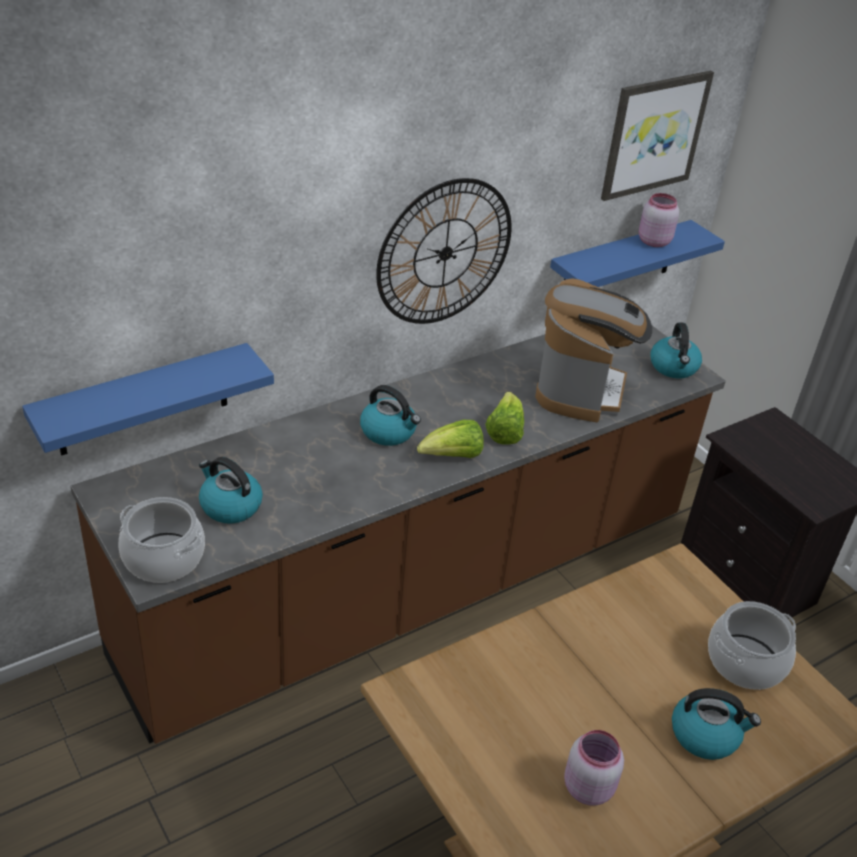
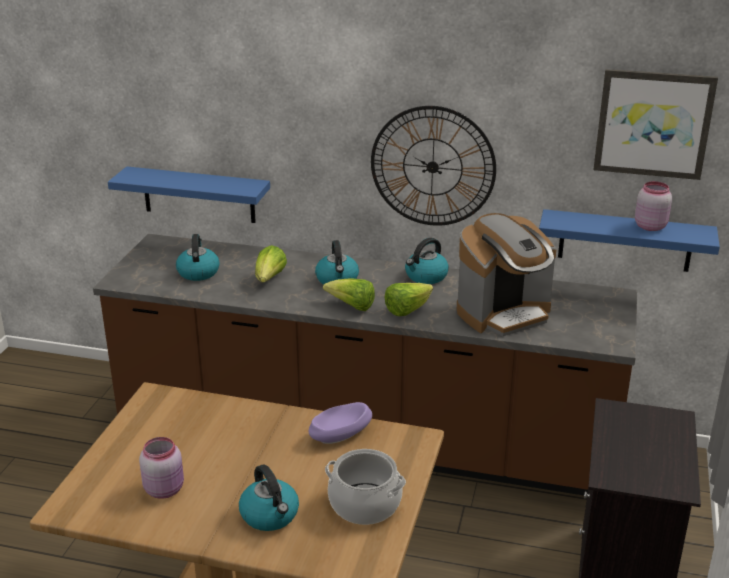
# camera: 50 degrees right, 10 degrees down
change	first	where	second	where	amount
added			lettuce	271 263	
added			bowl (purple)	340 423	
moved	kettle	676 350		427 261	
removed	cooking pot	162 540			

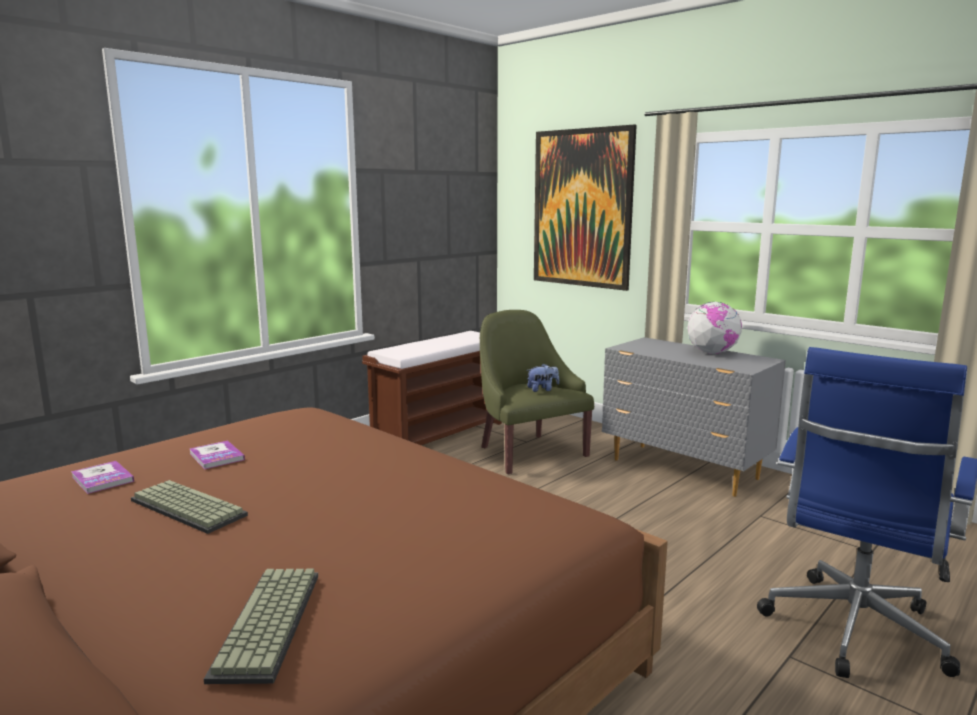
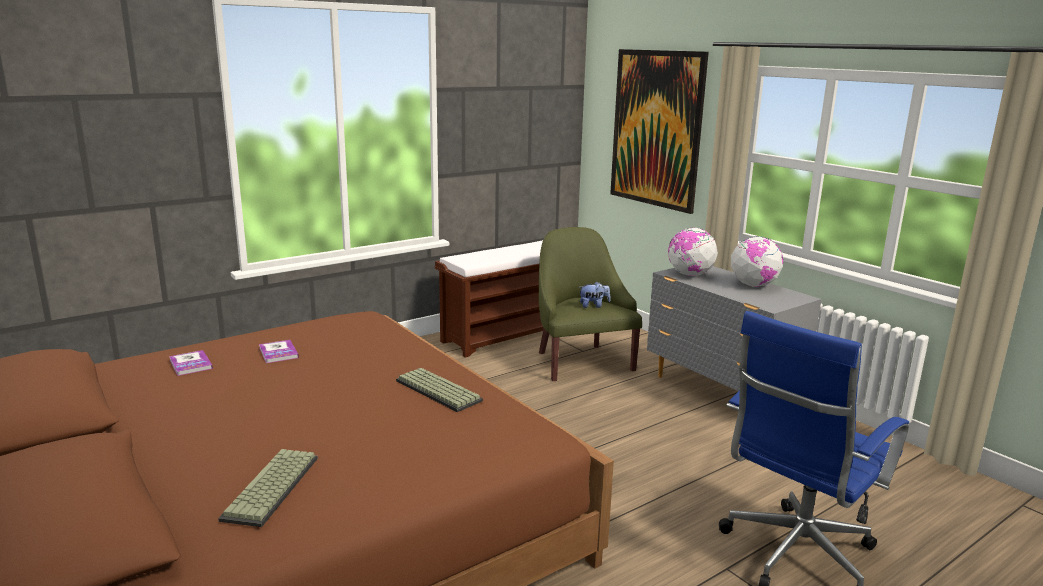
# camera: 10 degrees right, 5 degrees up
change	first	where	second	where	amount
moved	keyboard	189 507		439 390	
added			globe	693 252	

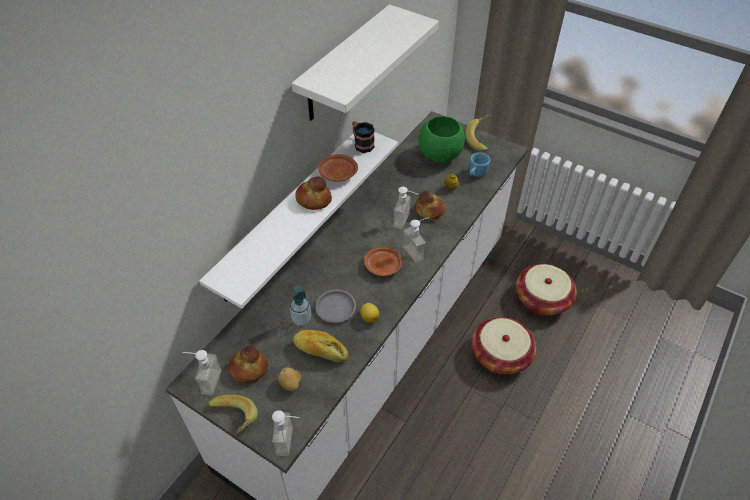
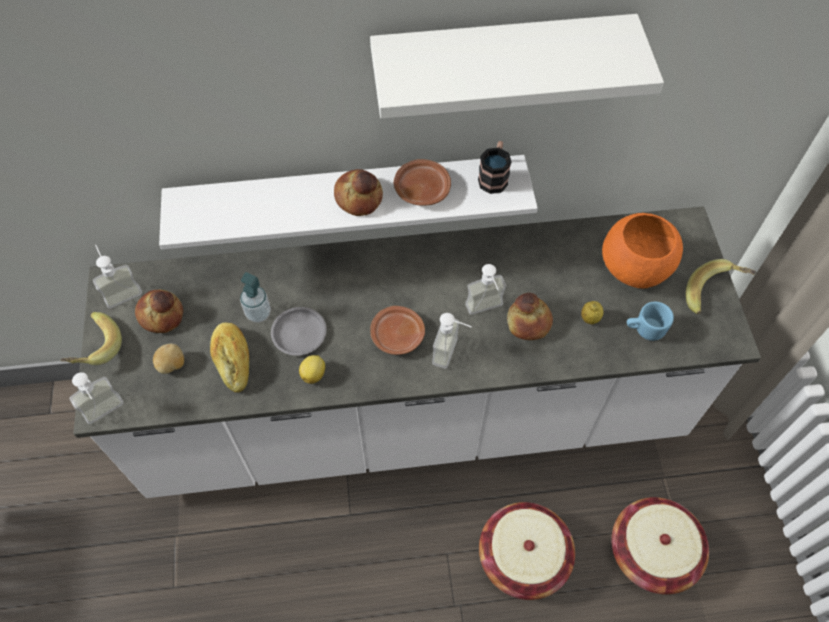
# camera: 50 degrees right, 10 degrees up
change	first	where	second	where	amount
recoloured	bowl (green)	441 139	bowl (orange)	642 250	

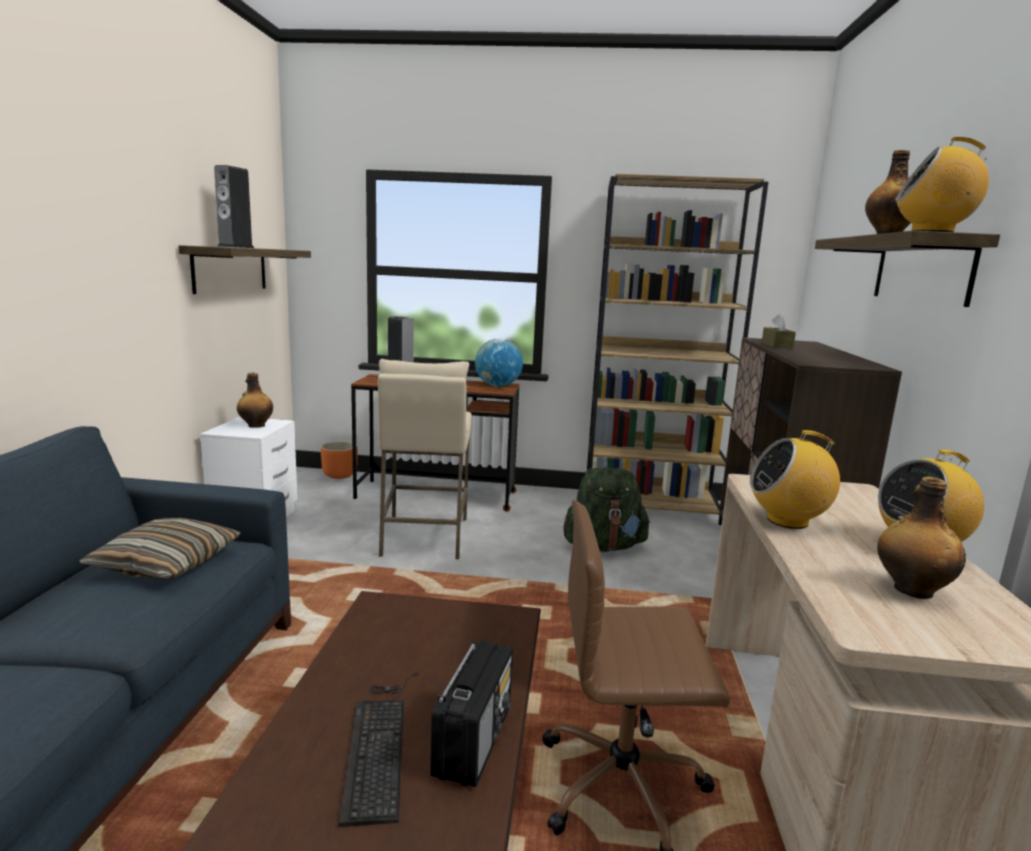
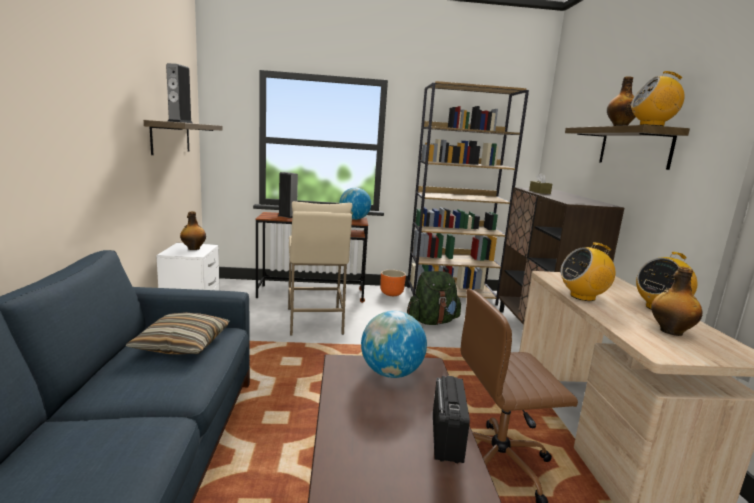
# camera: 10 degrees left, 0 degrees up
change	first	where	second	where	amount
added			globe	394 344	
moved	planter (orange)	339 460		393 283	
removed	keyboard	379 749			

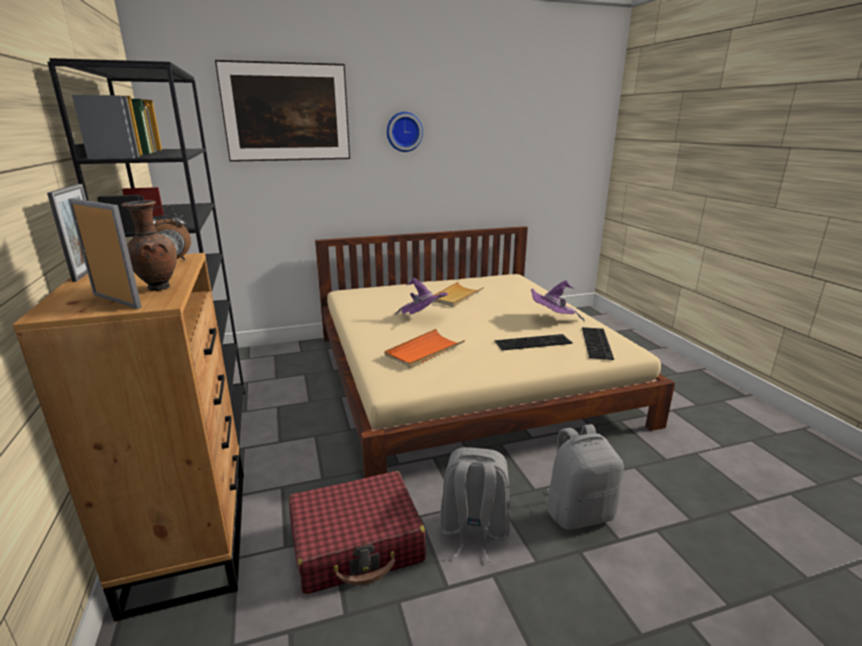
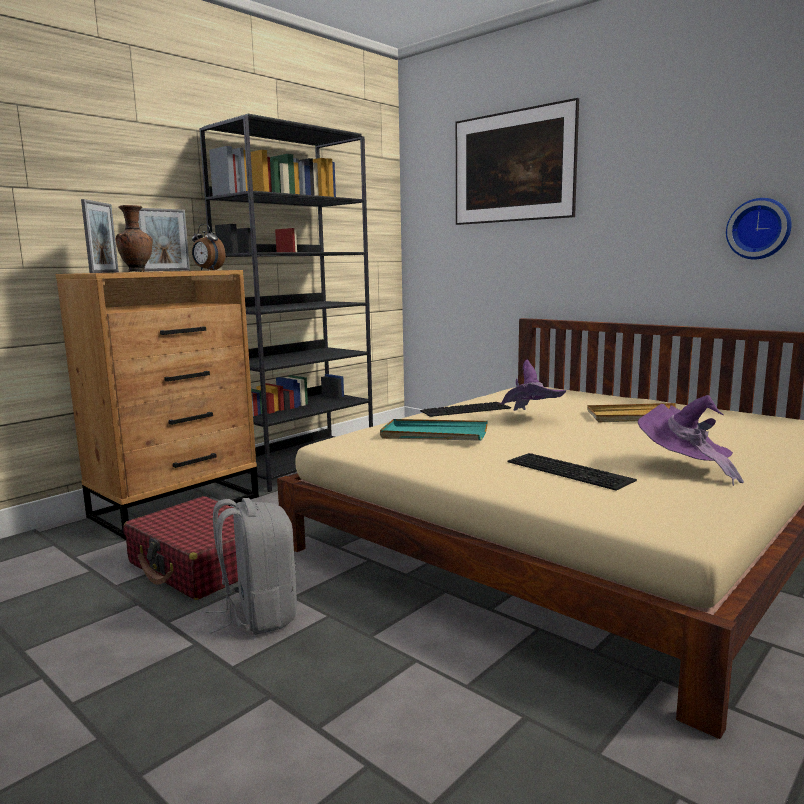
# camera: 60 degrees right, 10 degrees down
change	first	where	second	where	amount
recoloured	tray (orange)	424 348	tray (turquoise)	434 430	
moved	keyboard	598 343		465 409	
moved	wall clock	405 132		759 228	
removed	backpack (grey)	584 477			

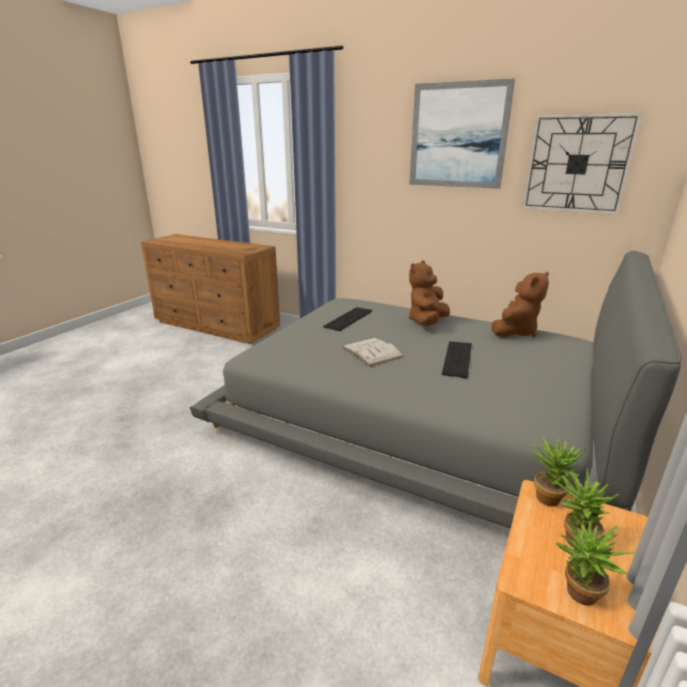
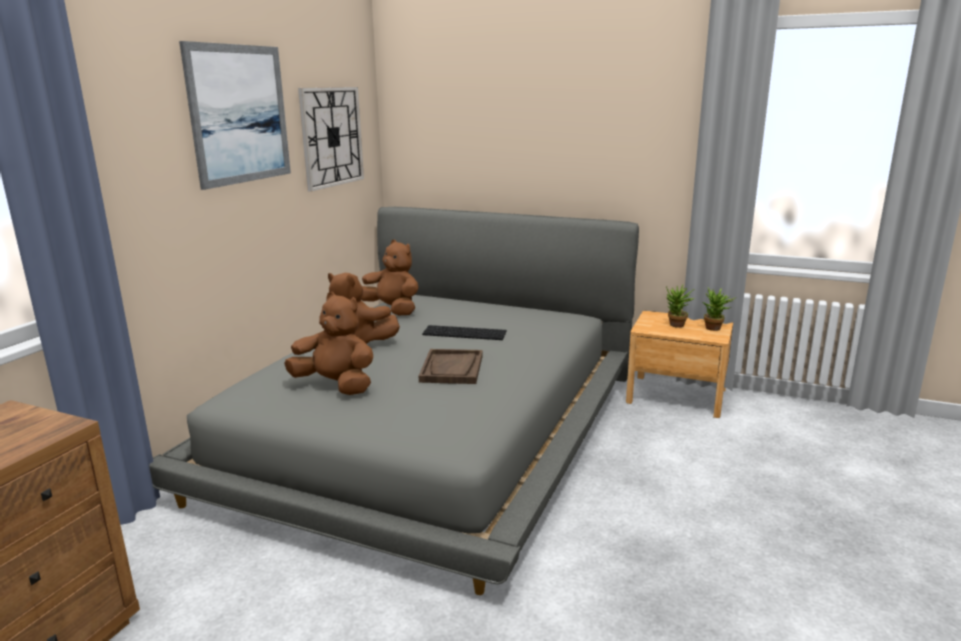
# camera: 95 degrees left, 5 degrees down
change	first	where	second	where	amount
replaced	keyboard	347 319	plush toy (brown)	328 343	
replaced	book (white)	373 352	tray (brown)	451 366	
removed	potted plant	558 471			

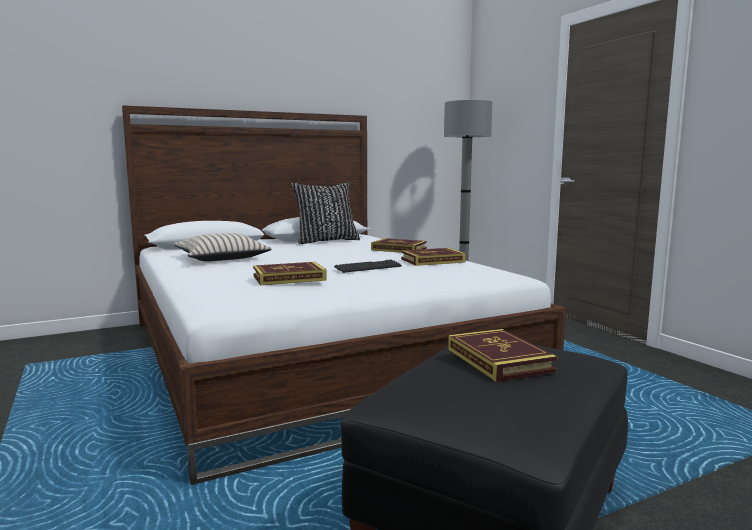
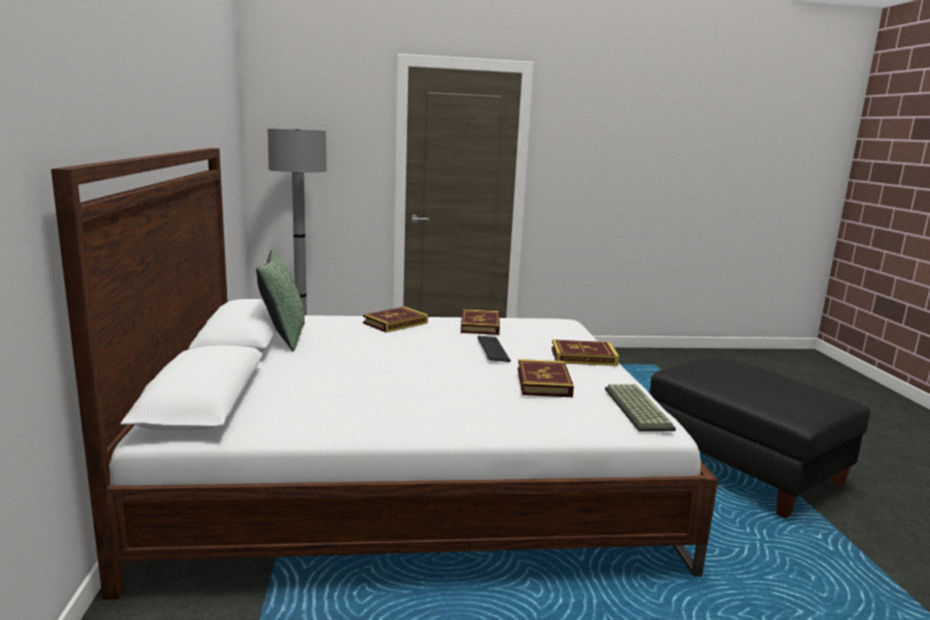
# camera: 70 degrees left, 5 degrees up
change	first	where	second	where	amount
recoloured	pillow (black)	325 212	pillow (green)	280 300	
moved	book	503 355		585 353	
added			keyboard	640 408	
removed	pillow (beige)	222 247			

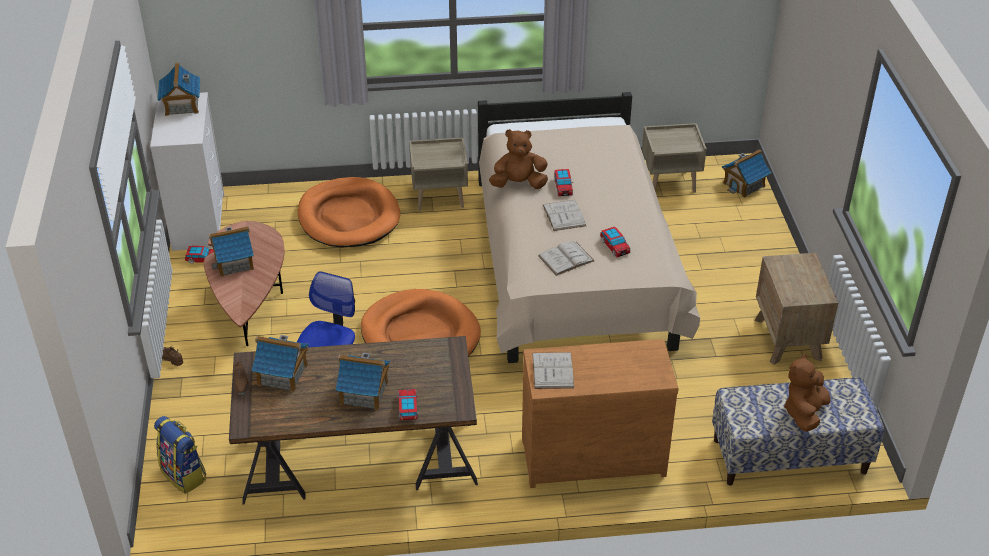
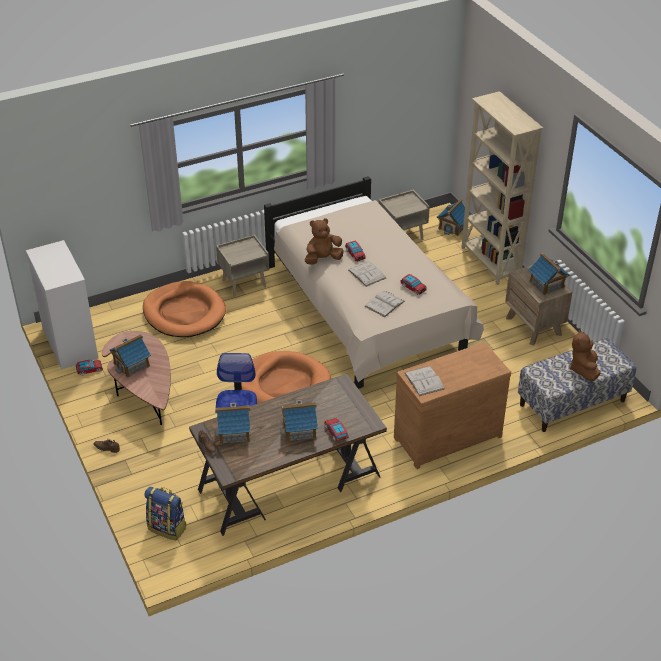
# camera: 20 degrees left, 0 degrees up
change	first	where	second	where	amount
added			bookcase (beige)	502 188	
moved	toy house	178 89		549 274	

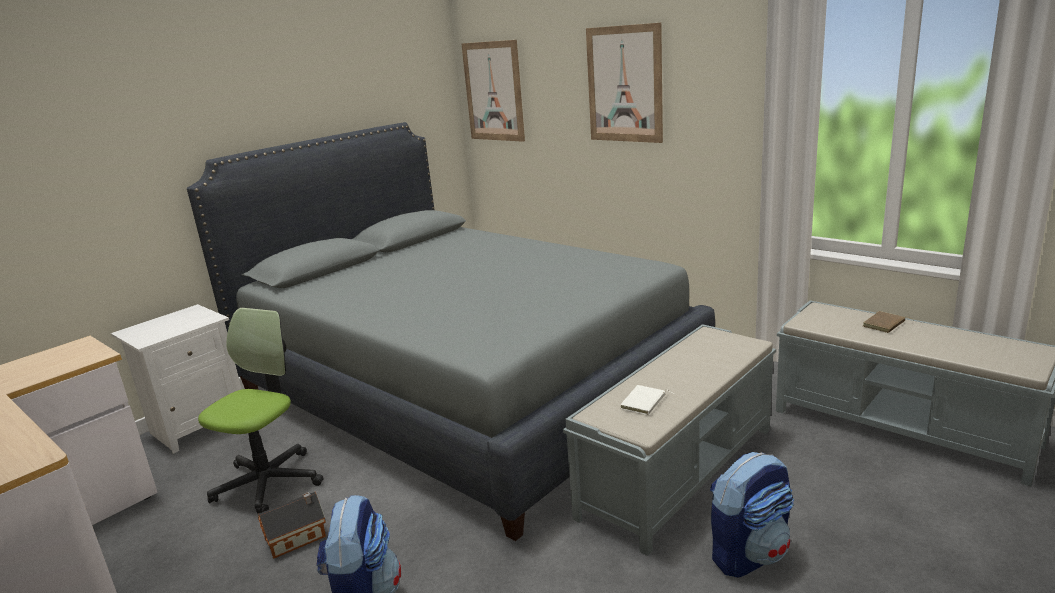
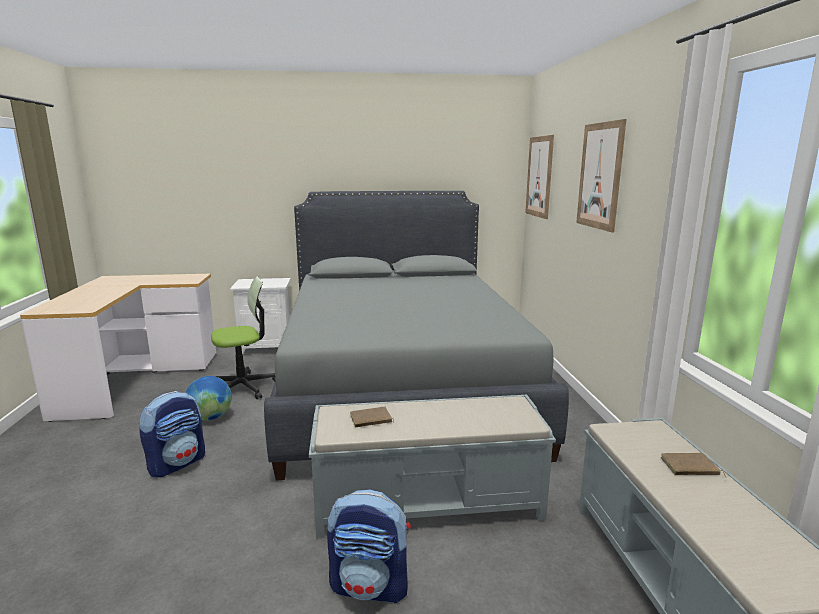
# camera: 40 degrees right, 5 degrees down
change	first	where	second	where	amount
replaced	toy house	292 525	globe	209 398	
recoloured	book (white)	647 400	book (brown)	372 417	

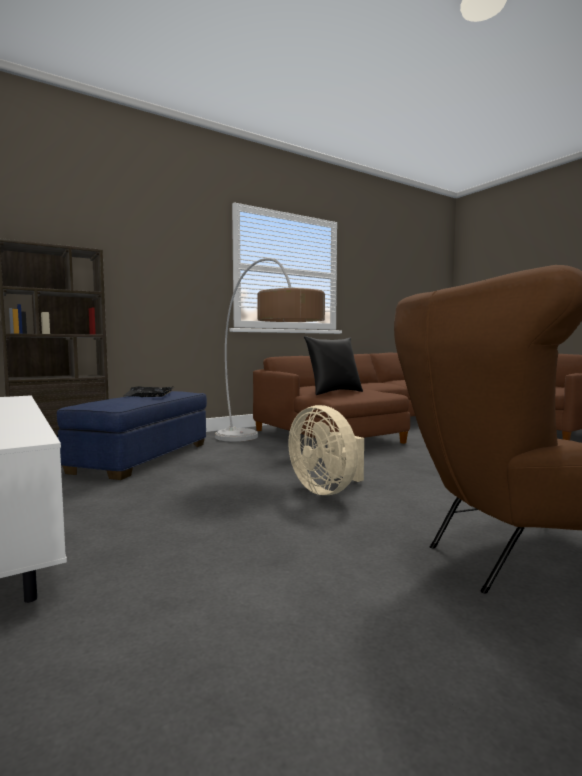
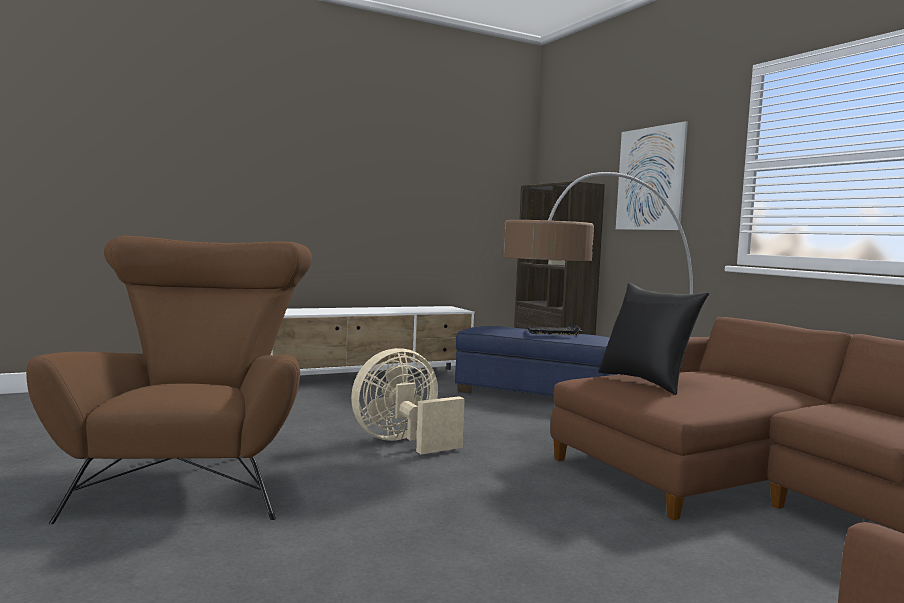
# camera: 95 degrees right, 0 degrees up
change	first	where	second	where	amount
added			picture	652 175	

